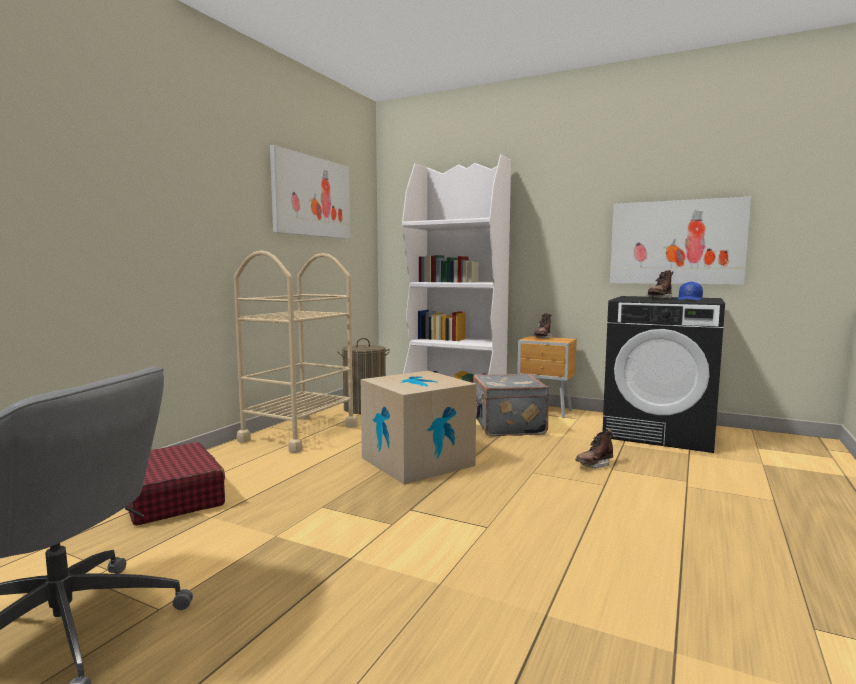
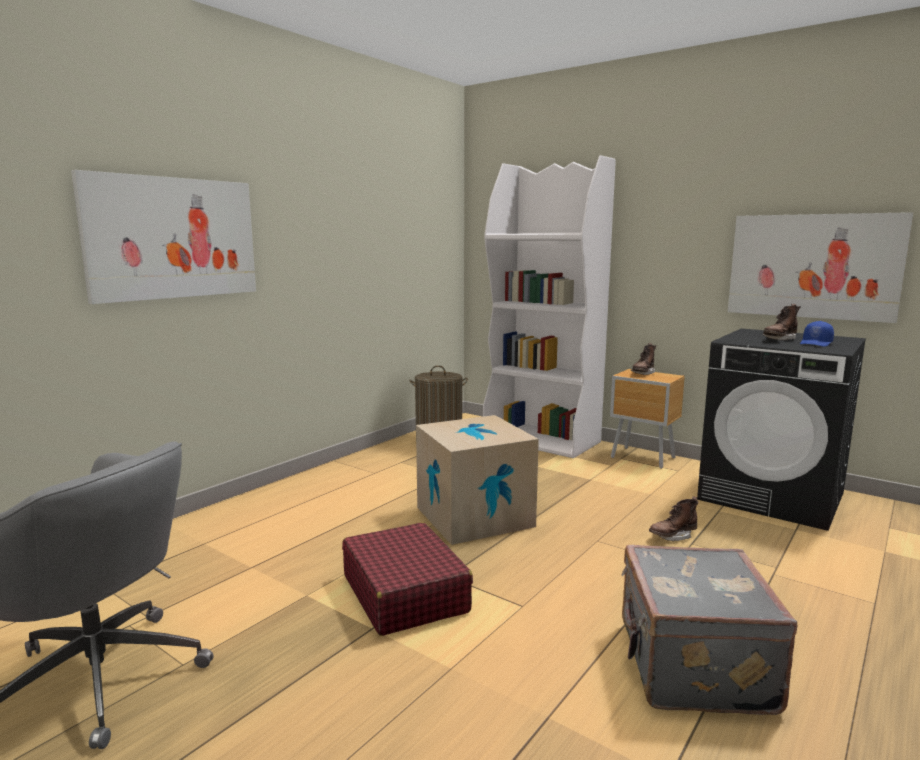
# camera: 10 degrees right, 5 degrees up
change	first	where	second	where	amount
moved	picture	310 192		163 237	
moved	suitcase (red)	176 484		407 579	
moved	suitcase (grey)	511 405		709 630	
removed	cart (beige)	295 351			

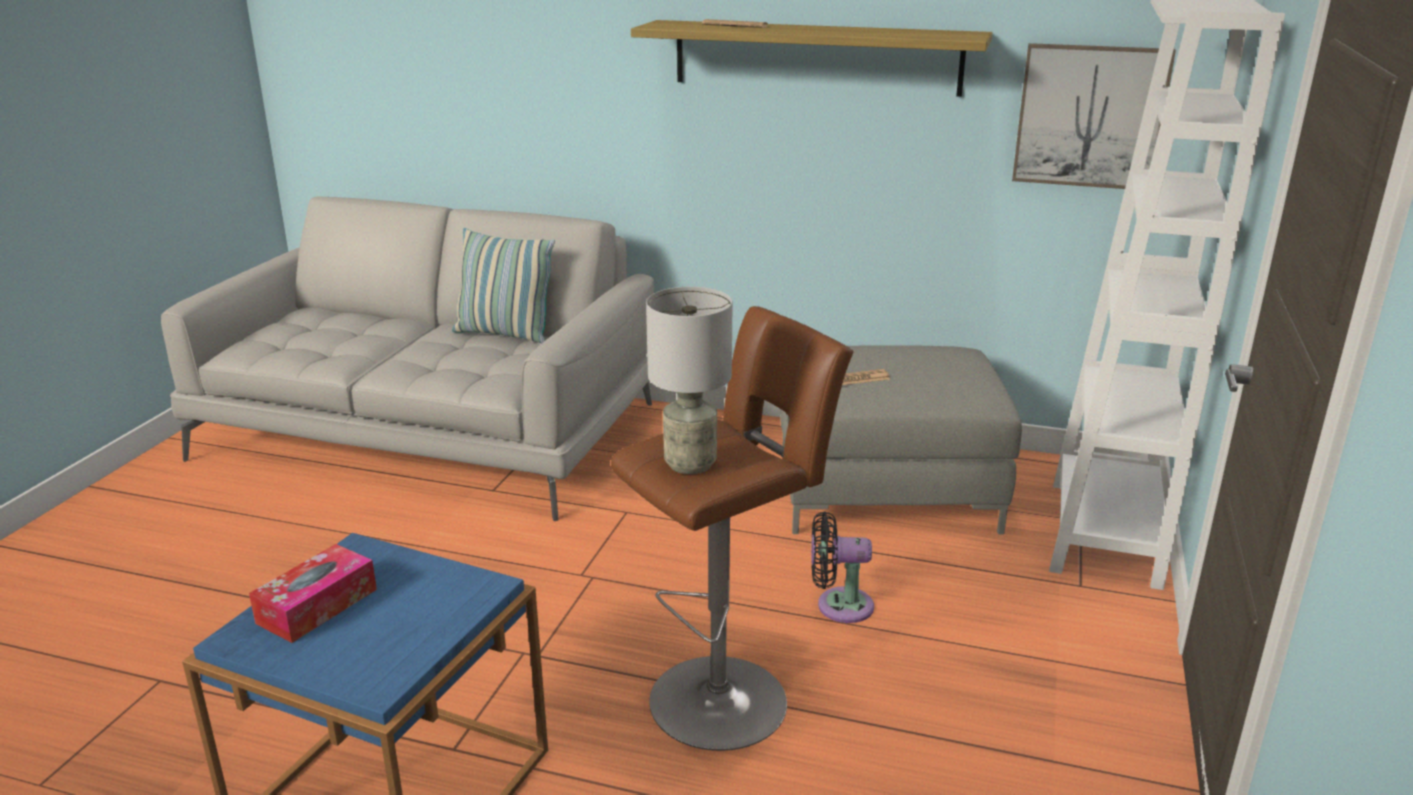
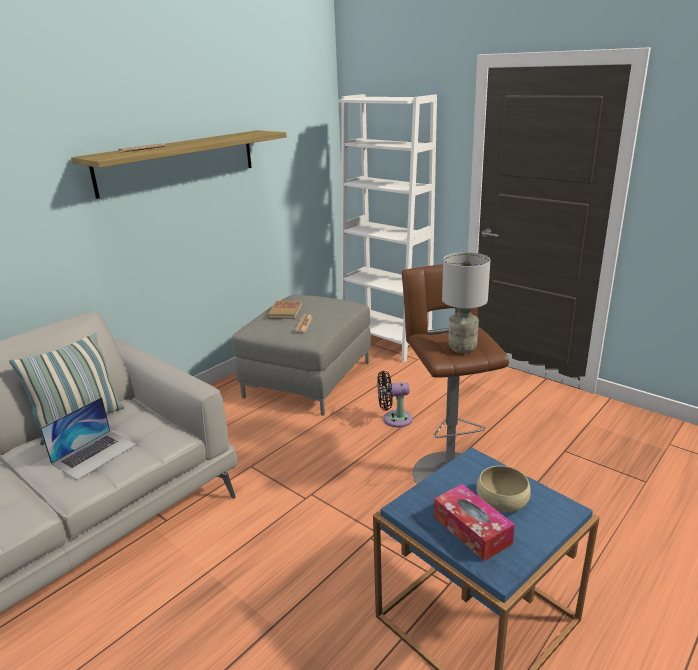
# camera: 65 degrees left, 0 degrees up
change	first	where	second	where	amount
added			laptop	88 438	
added			book	284 310	
turned	fan (black)	842 567		395 399	60 degrees clockwise
added			bowl (beige)	503 489	
removed	picture	1094 116			

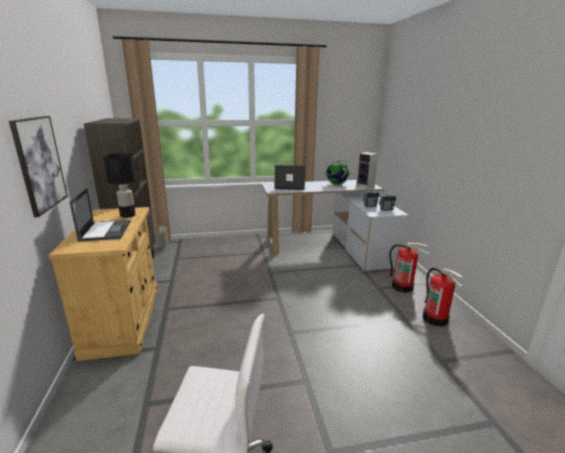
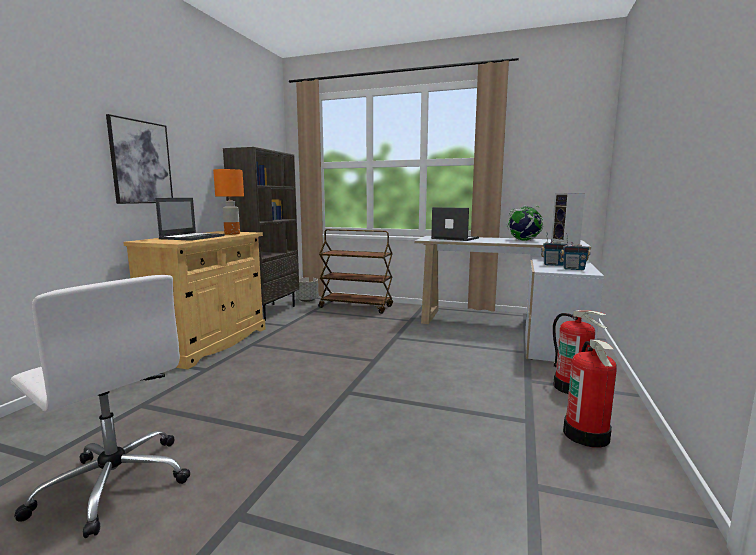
# camera: 30 degrees right, 10 degrees down
change	first	where	second	where	amount
recoloured	table lamp (black)	120 185	table lamp (orange)	228 202	
added			cart (brown)	355 271	

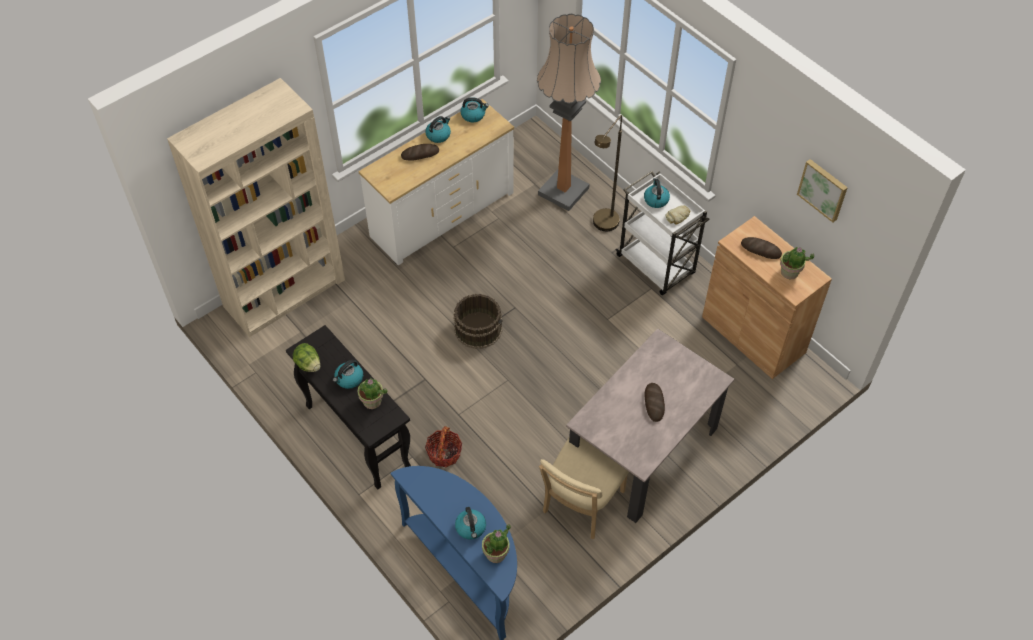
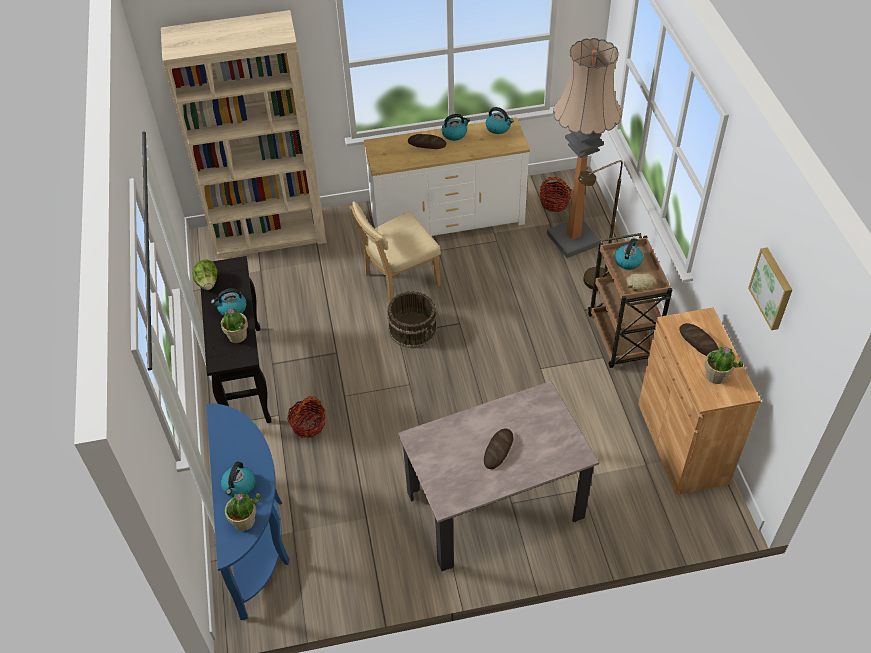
# camera: 30 degrees right, 5 degrees down
change	first	where	second	where	amount
moved	chair (beige)	584 488		395 253	
added			basket	556 194	
recoloured	cart (white)	662 233	cart (brown)	630 300	

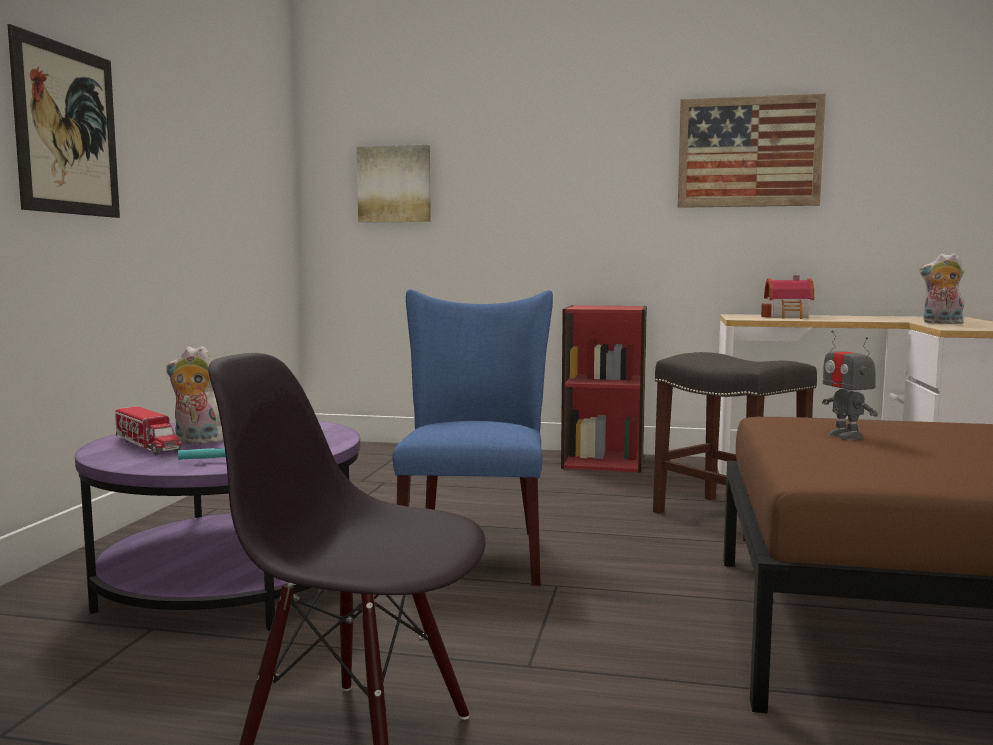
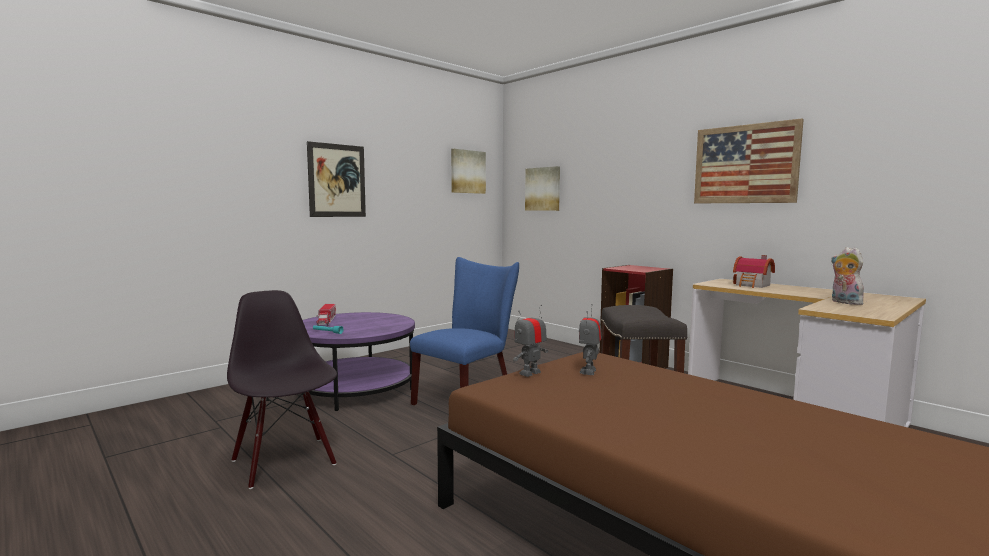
# camera: 35 degrees right, 0 degrees up
change	first	where	second	where	amount
added			picture	468 171	
added			toy robot	530 341	
removed	plush toy	195 395			

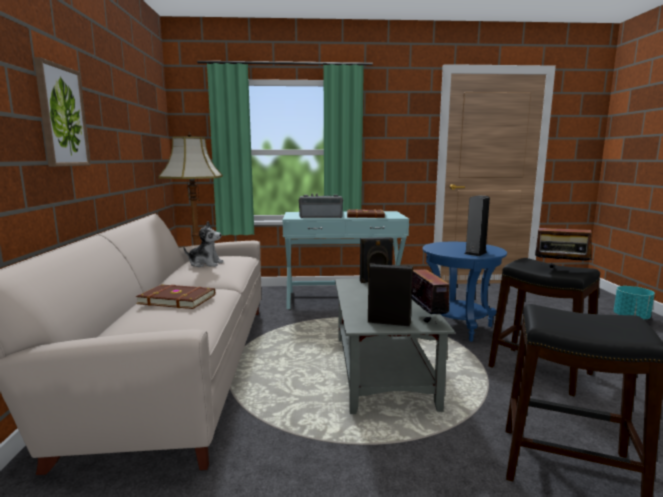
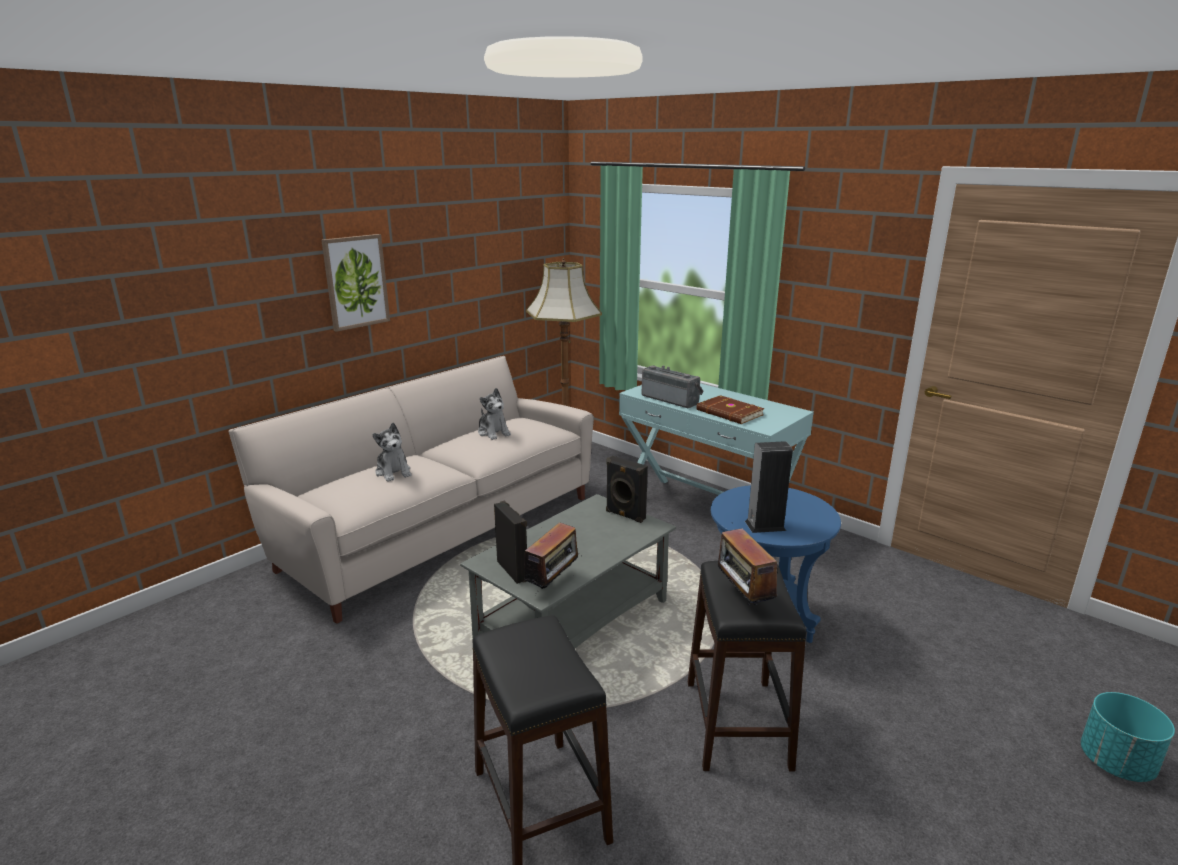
# camera: 45 degrees right, 10 degrees up
change	first	where	second	where	amount
replaced	book (brown)	175 296	plush toy	391 452	

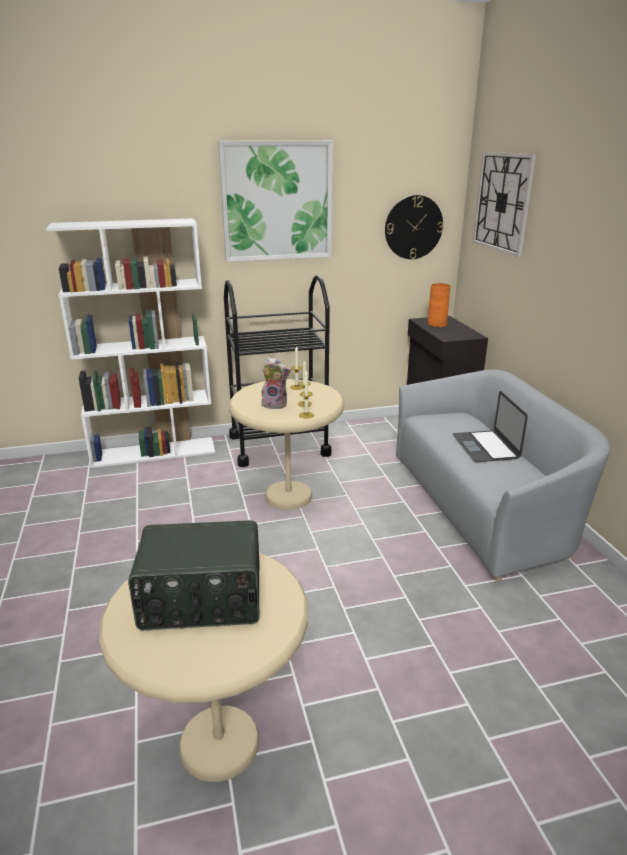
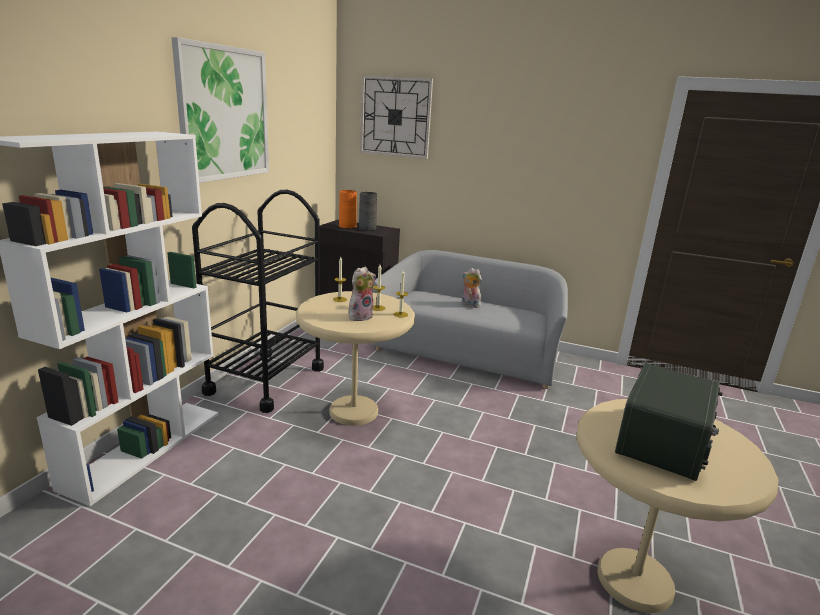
# camera: 55 degrees left, 5 degrees down
change	first	where	second	where	amount
added			vase (grey)	368 211	
replaced	laptop	490 426	plush toy	472 288	
removed	wall clock	414 227			

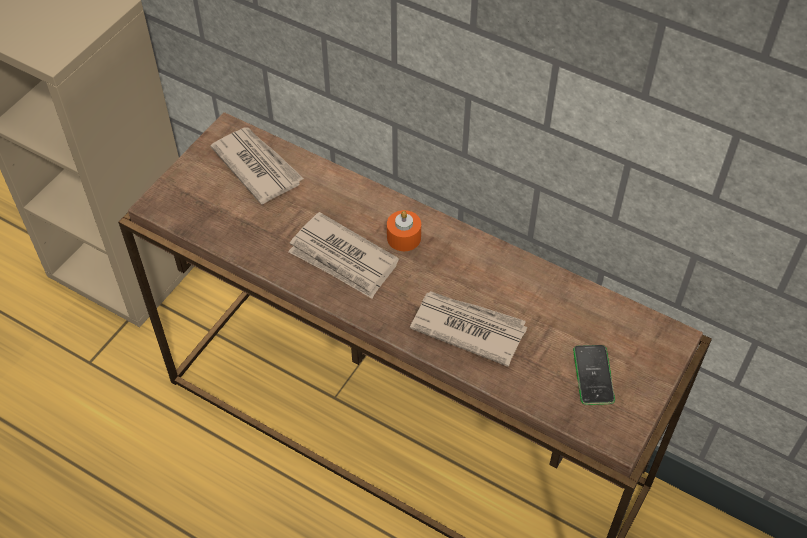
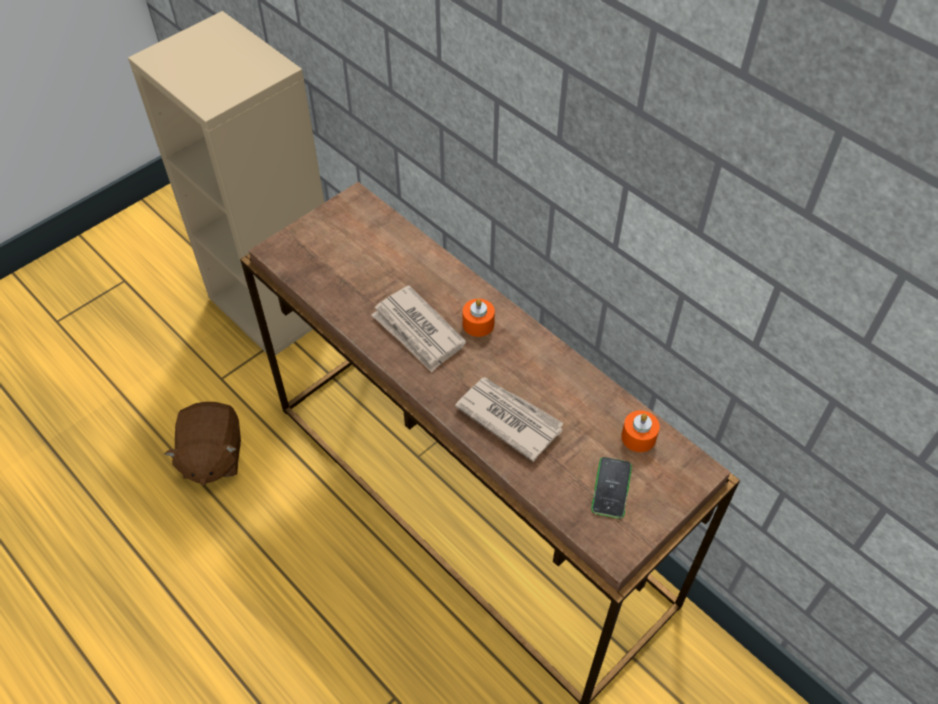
# camera: 15 degrees right, 0 degrees up
change	first	where	second	where	amount
added			plush toy (brown)	202 443	
added			candle (orange)	640 431	
removed	newspaper	257 165			

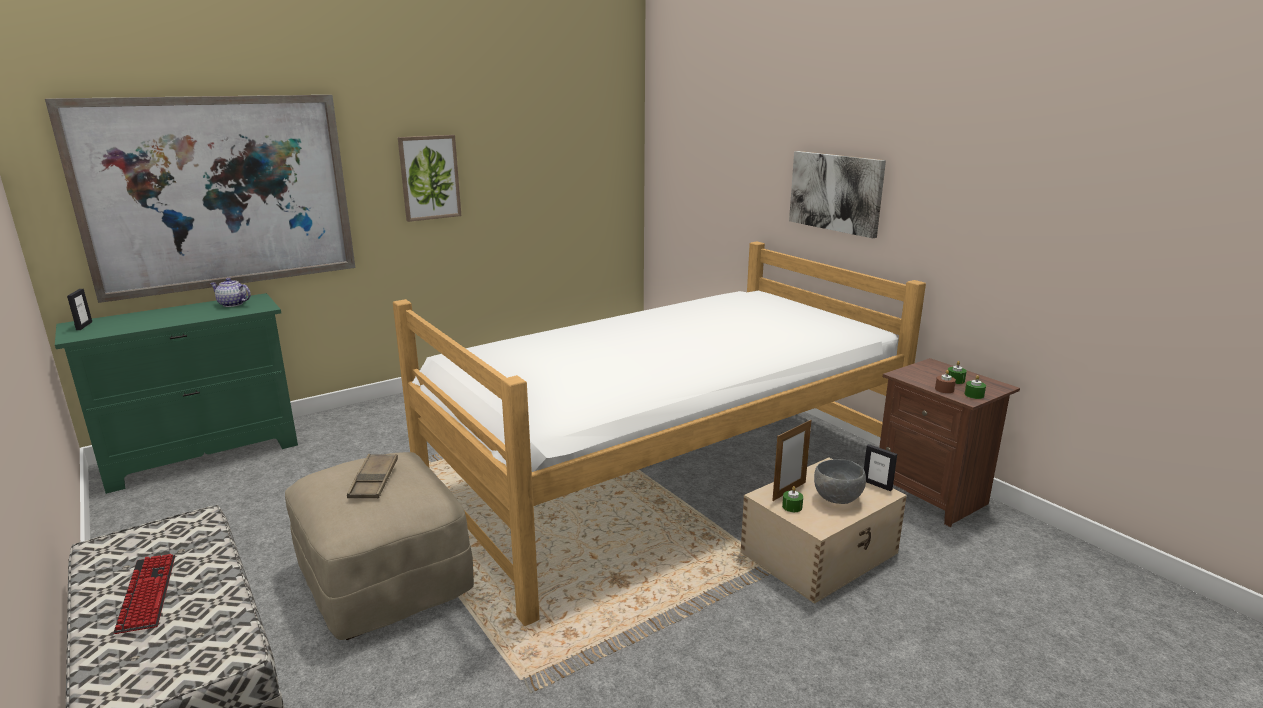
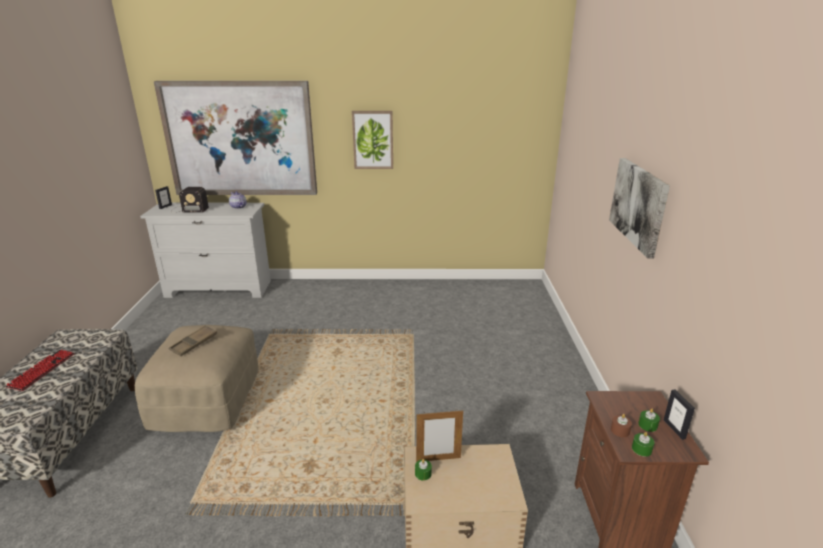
# camera: 35 degrees right, 5 degrees up
change	first	where	second	where	amount
recoloured	dresser (green)	176 393	dresser (white)	205 250	
added			radio	190 200	
moved	picture frame	880 467		679 414	
removed	bed	659 434			
removed	bowl (grey)	840 481			

